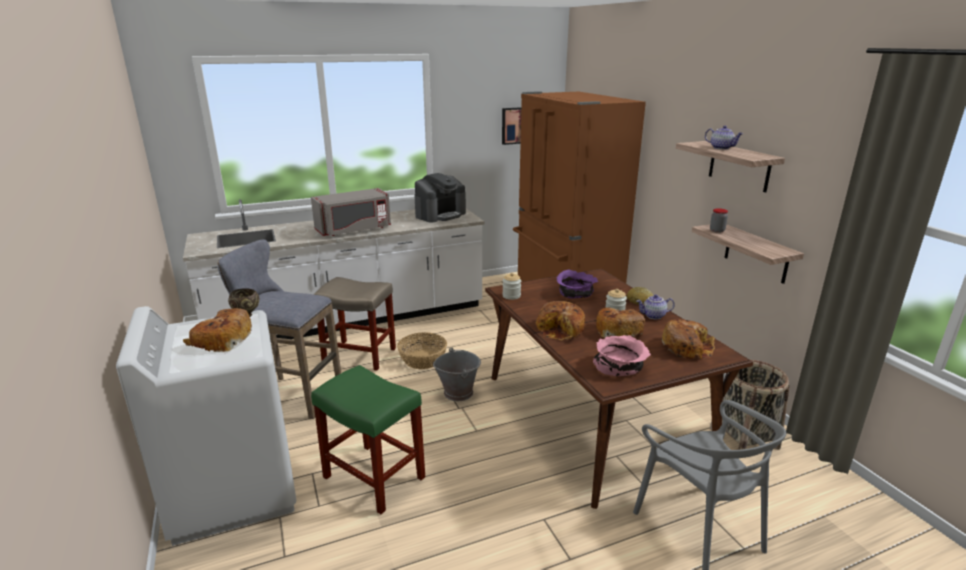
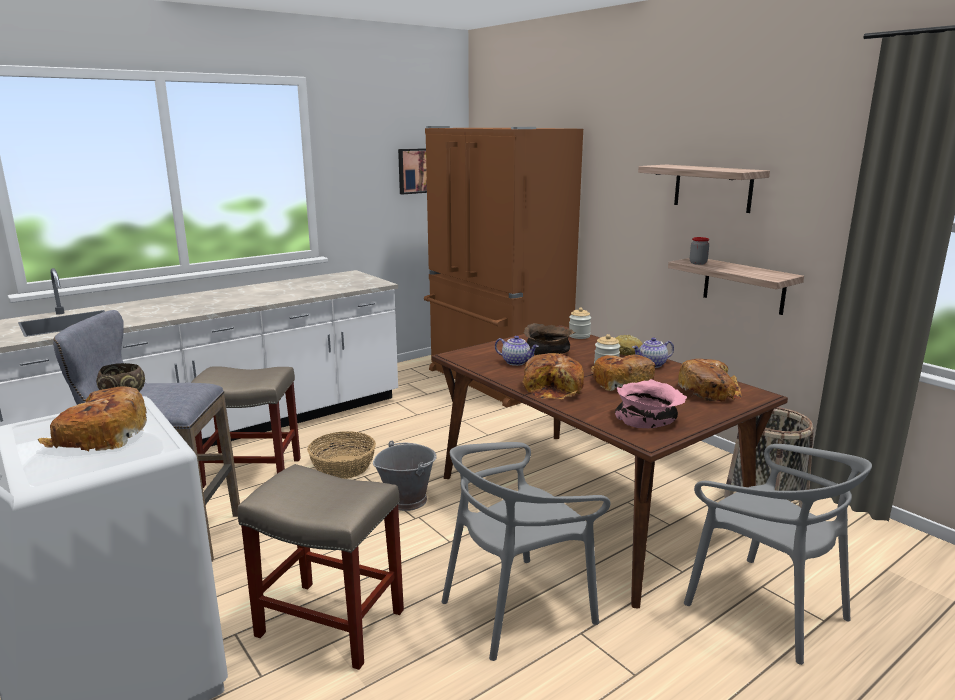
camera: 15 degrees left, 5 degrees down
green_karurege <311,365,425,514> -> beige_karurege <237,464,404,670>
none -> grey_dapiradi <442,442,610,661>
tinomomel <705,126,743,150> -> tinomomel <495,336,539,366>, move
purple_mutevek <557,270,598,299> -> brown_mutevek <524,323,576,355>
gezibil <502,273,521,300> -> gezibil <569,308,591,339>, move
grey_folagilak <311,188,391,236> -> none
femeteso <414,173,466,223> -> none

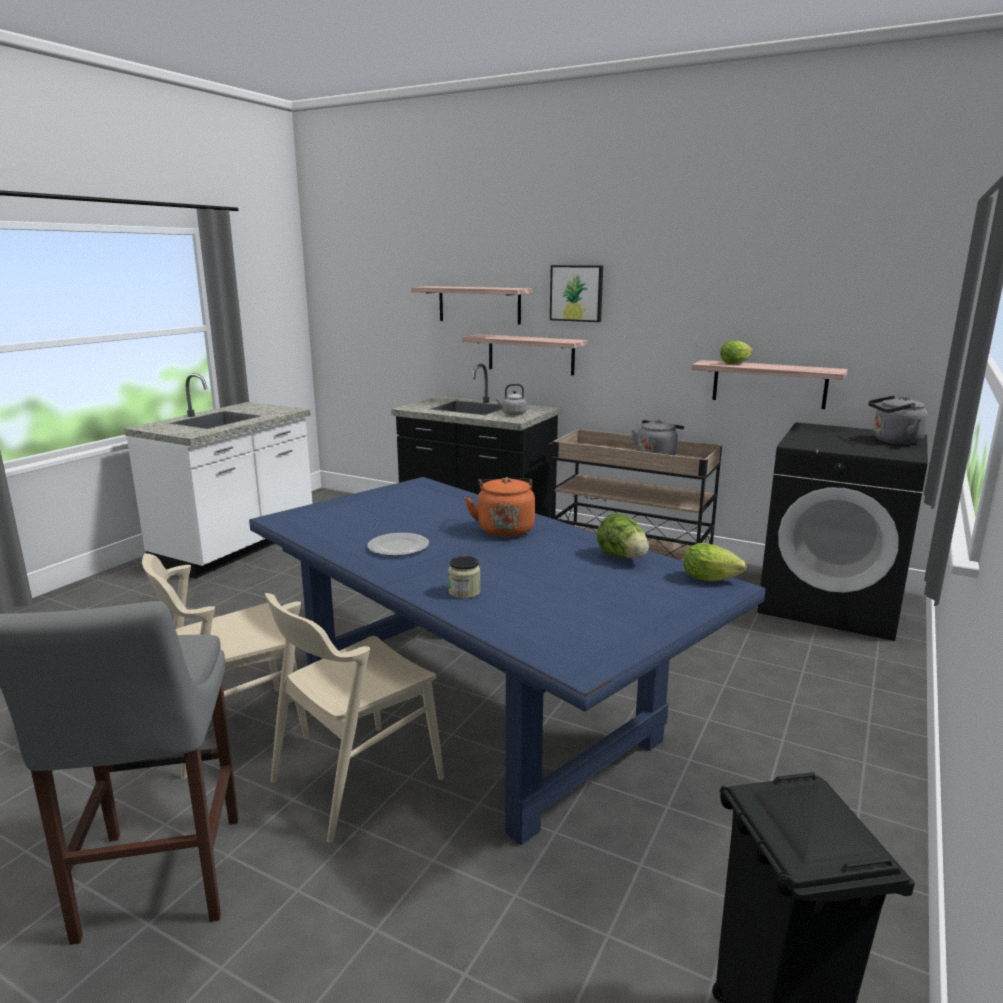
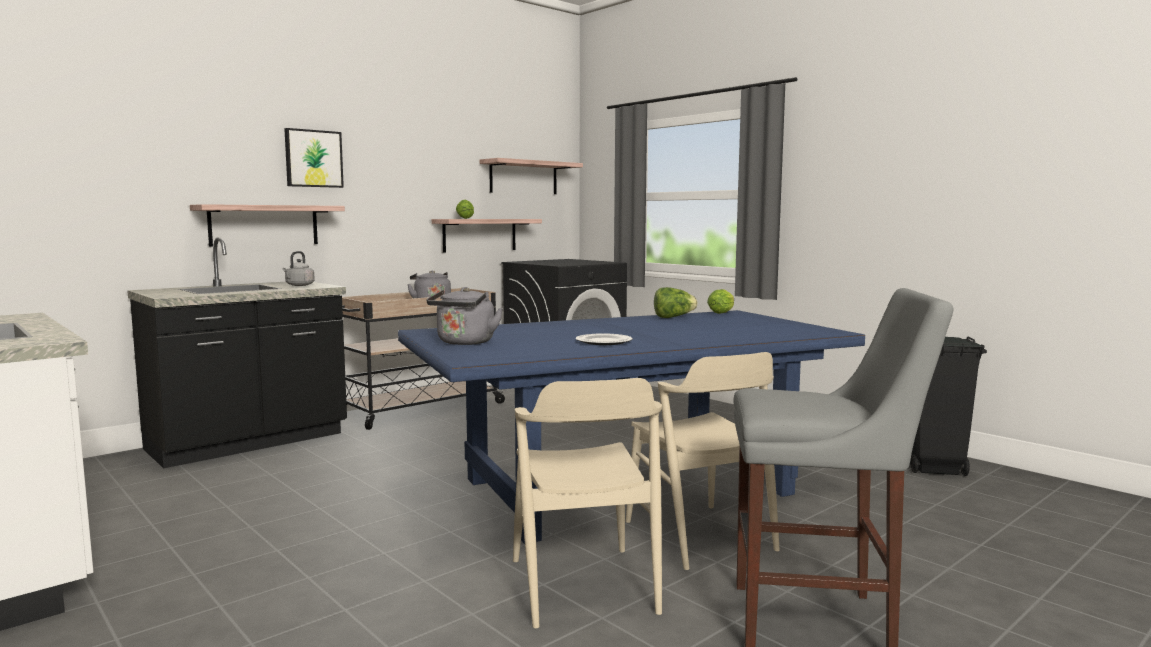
camera: 70 degrees left, 10 degrees down
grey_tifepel <868,396,928,444> -> grey_tifepel <427,287,503,345>, move
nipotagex <411,286,533,324> -> nipotagex <480,158,583,194>, move
gezibil <448,556,481,599> -> none
orange_tifepel <465,477,535,537> -> none

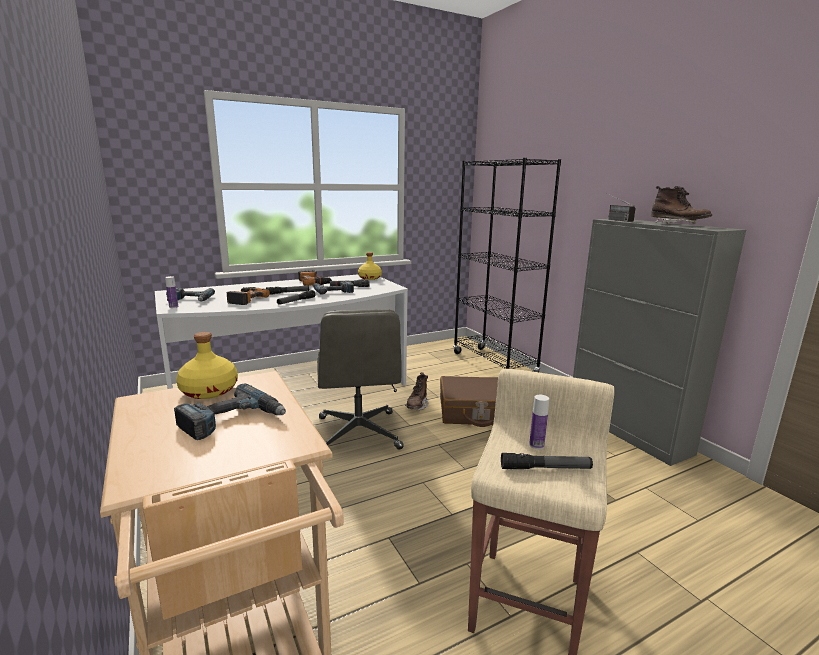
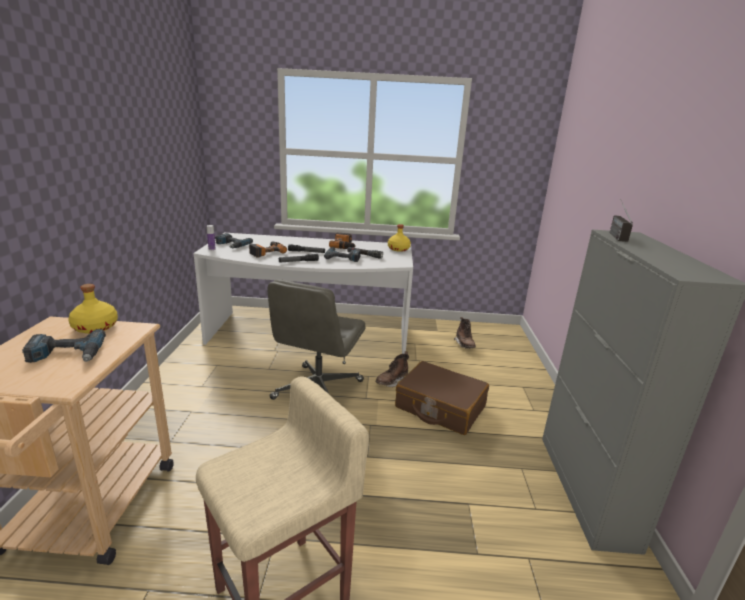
camera: 30 degrees right, 5 degrees up
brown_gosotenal <651,186,712,224> -> brown_gosotenal <454,317,476,349>, move
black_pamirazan <453,158,561,372> -> none
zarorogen <501,453,593,469> -> none
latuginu <529,395,549,449> -> none

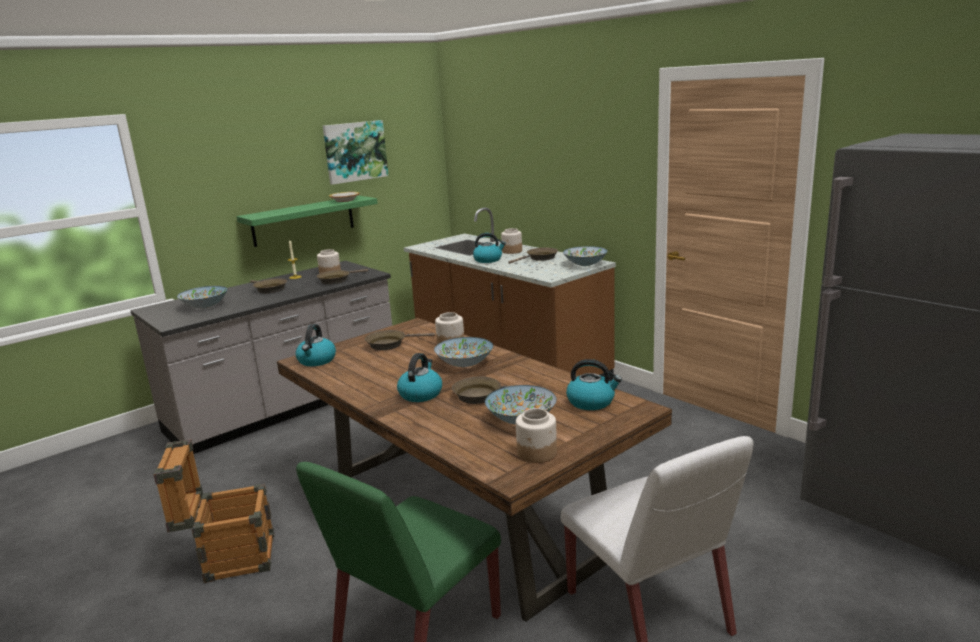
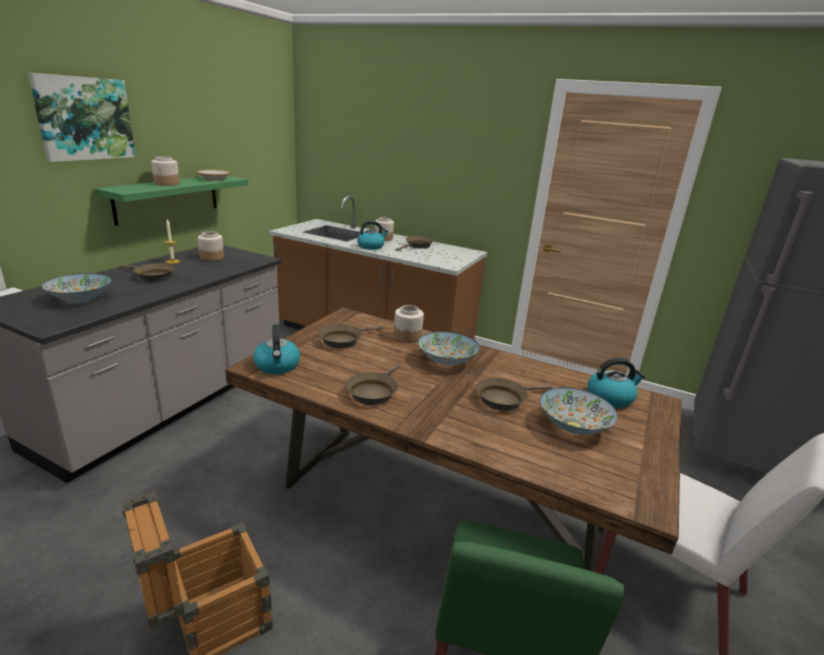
camera: 25 degrees left, 5 degrees up
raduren <323,120,388,185> -> raduren <28,72,136,162>, move
gezibil <516,408,557,463> -> gezibil <151,157,180,186>, move
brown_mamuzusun <317,269,368,284> -> brown_mamuzusun <346,363,401,405>, move
tifepel <397,353,442,402> -> none
mutevek <563,246,608,266> -> none

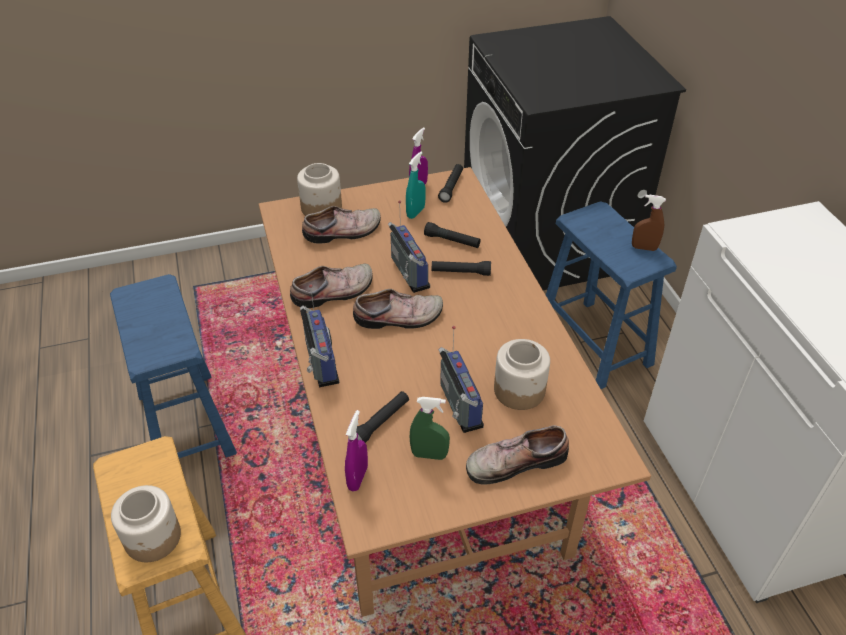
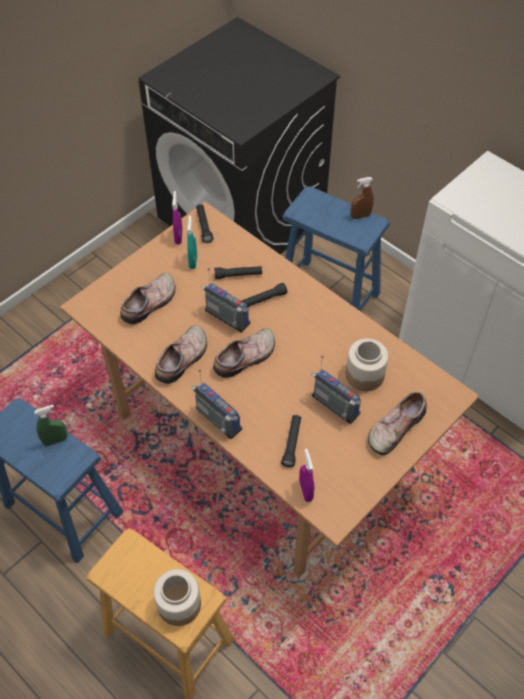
camera: 30 degrees left, 10 degrees up
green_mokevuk <410,397,450,460> -> green_mokevuk <34,405,67,446>, move
gezibil <297,163,342,216> -> none

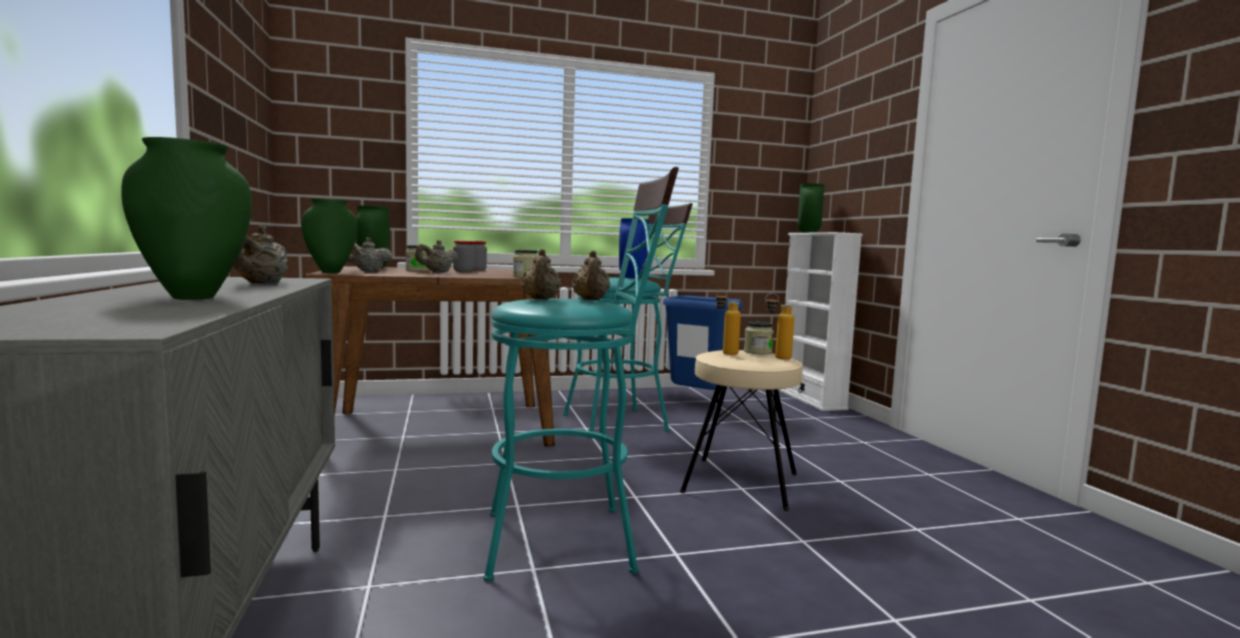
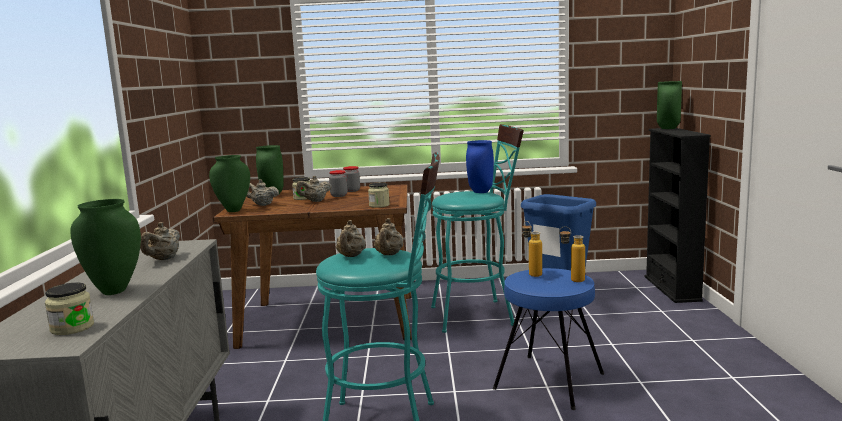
camera: 15 degrees right, 5 degrees up
gezibil <744,321,773,354> -> gezibil <45,283,94,335>, move
beige_karurege <680,350,803,511> -> blue_karurege <493,268,604,410>
white_pamirazan <778,232,863,411> -> black_pamirazan <644,128,711,303>

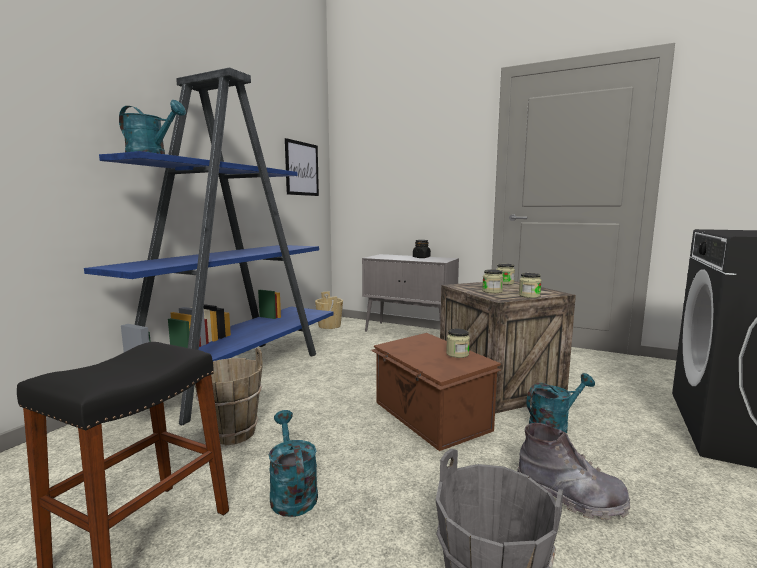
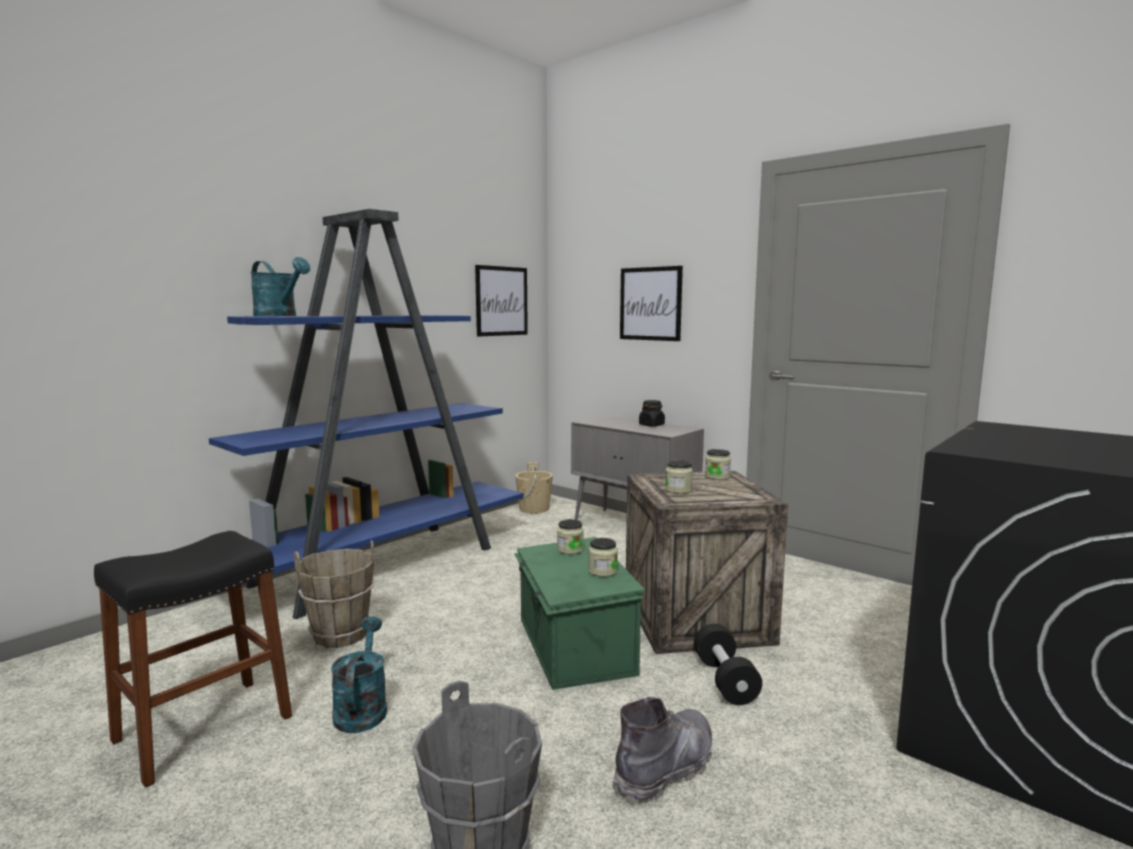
camera: 15 degrees right, 0 degrees up
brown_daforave <371,333,501,451> -> green_daforave <514,537,645,690>
gezibil <519,273,542,298> -> gezibil <557,519,584,554>, move
grey_gosotenal <517,423,630,520> -> grey_gosotenal <612,697,712,804>, 90 degrees counterclockwise
none -> raduren <620,266,683,341>
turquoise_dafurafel <526,373,595,433> -> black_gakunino <694,624,762,705>

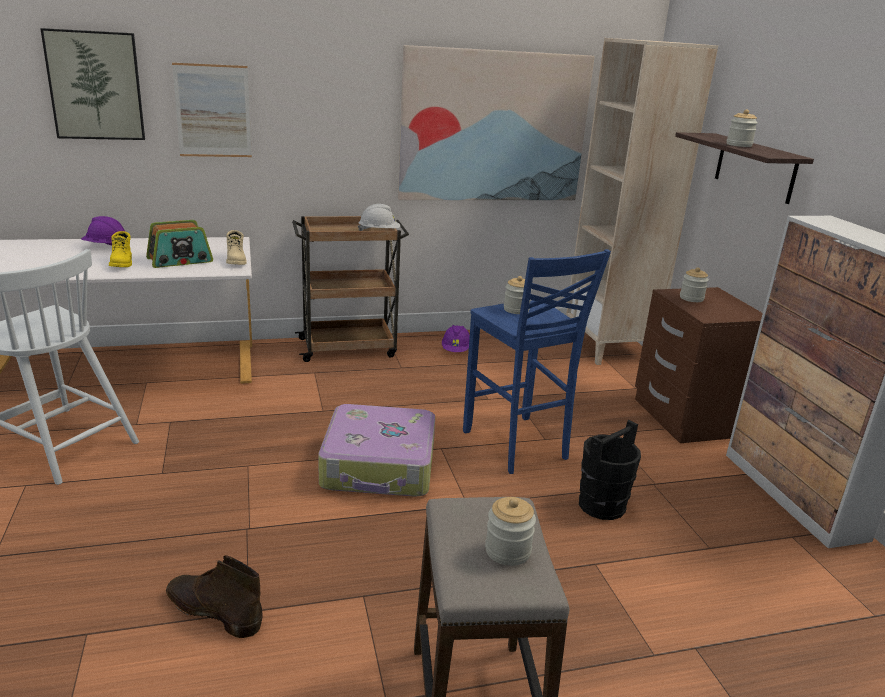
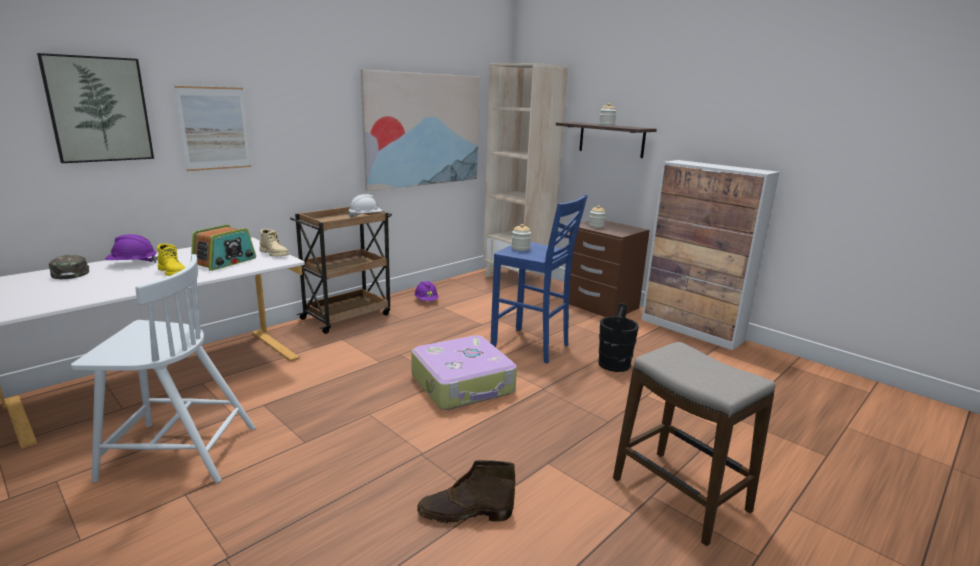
camera: 30 degrees left, 5 degrees down
none -> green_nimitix <49,255,89,279>
gezibil <485,497,536,566> -> none

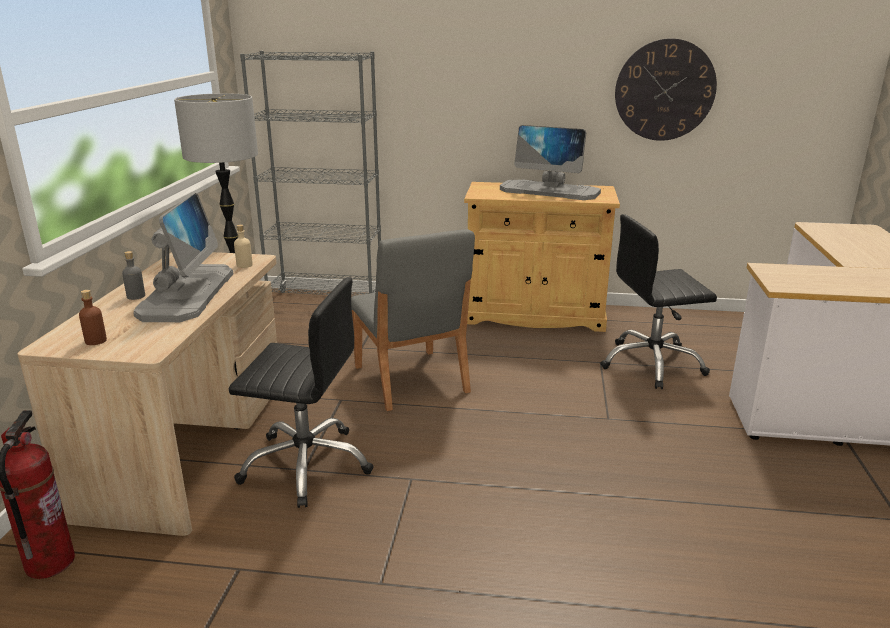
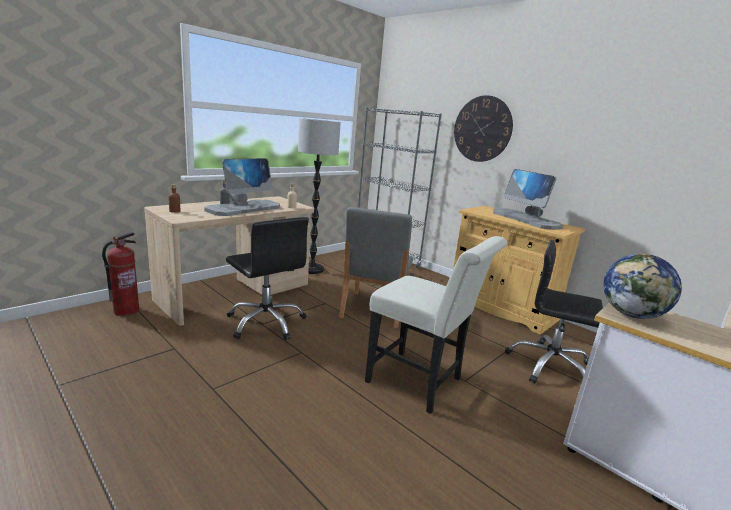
camera: 35 degrees right, 5 degrees down
none -> white_dapiradi <365,236,507,414>
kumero <615,38,717,141> -> kumero <454,95,513,162>, move
none -> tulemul <603,254,682,319>

